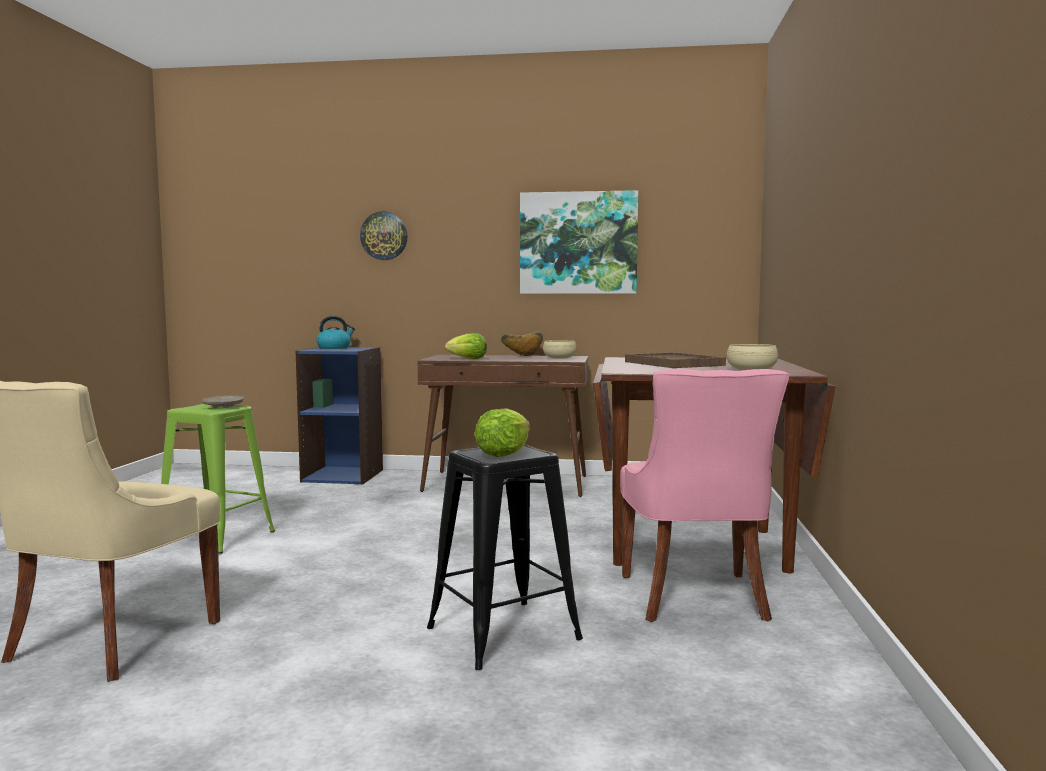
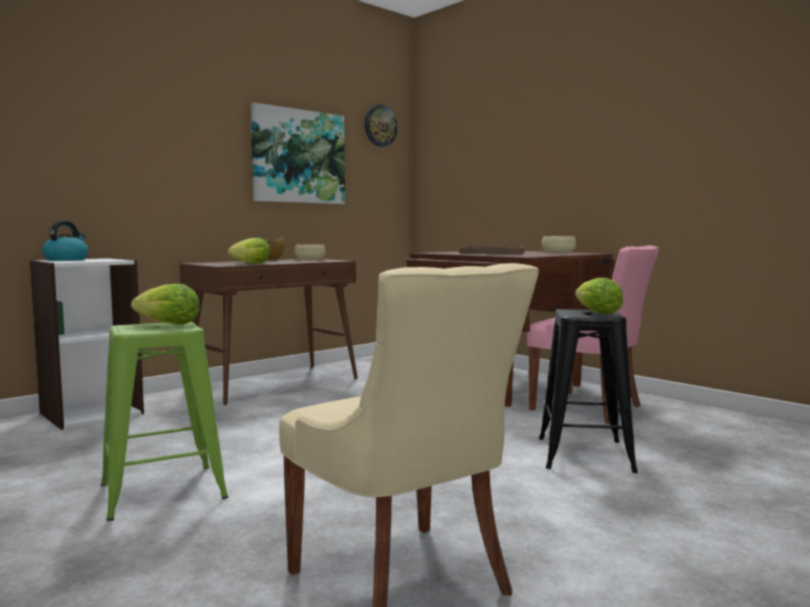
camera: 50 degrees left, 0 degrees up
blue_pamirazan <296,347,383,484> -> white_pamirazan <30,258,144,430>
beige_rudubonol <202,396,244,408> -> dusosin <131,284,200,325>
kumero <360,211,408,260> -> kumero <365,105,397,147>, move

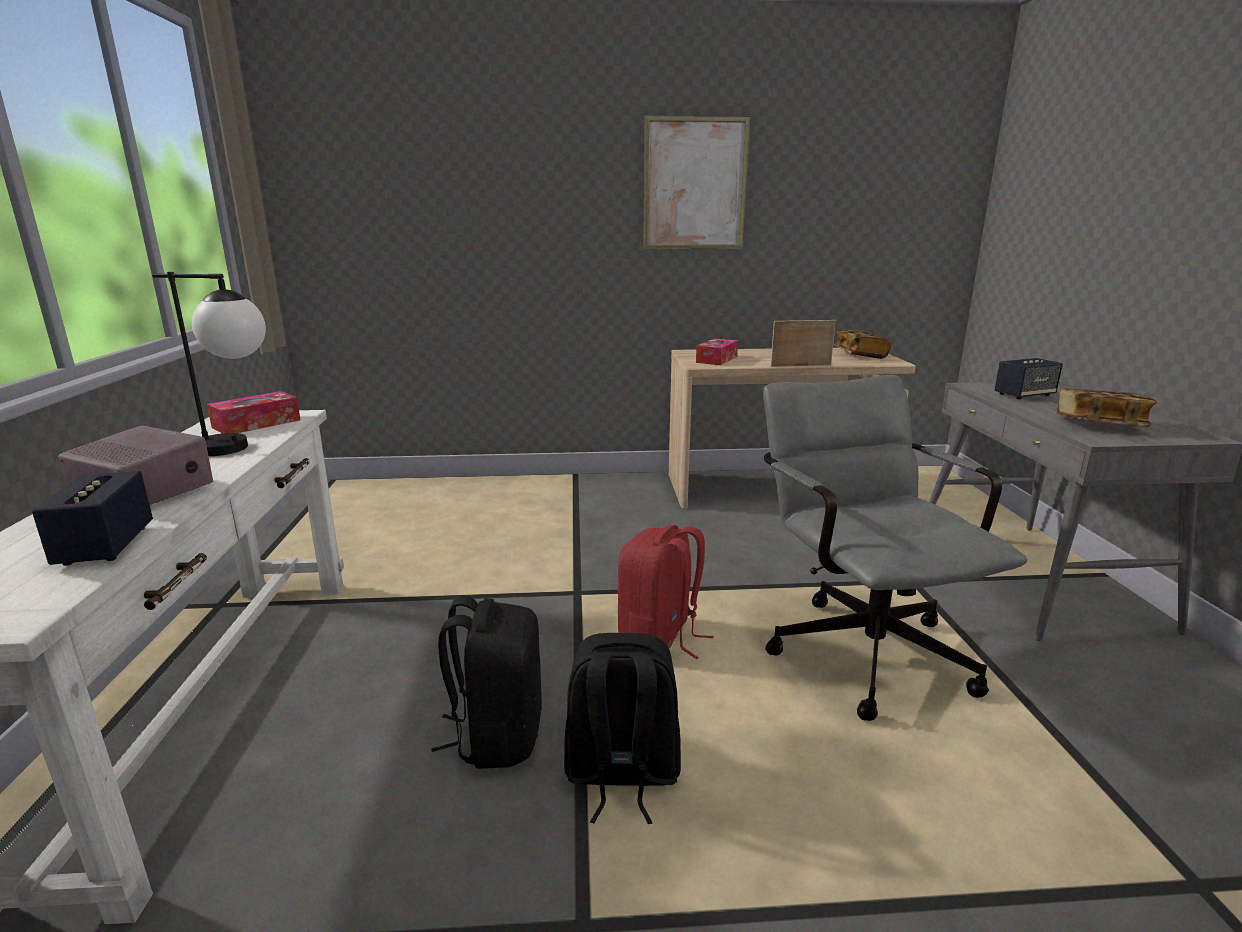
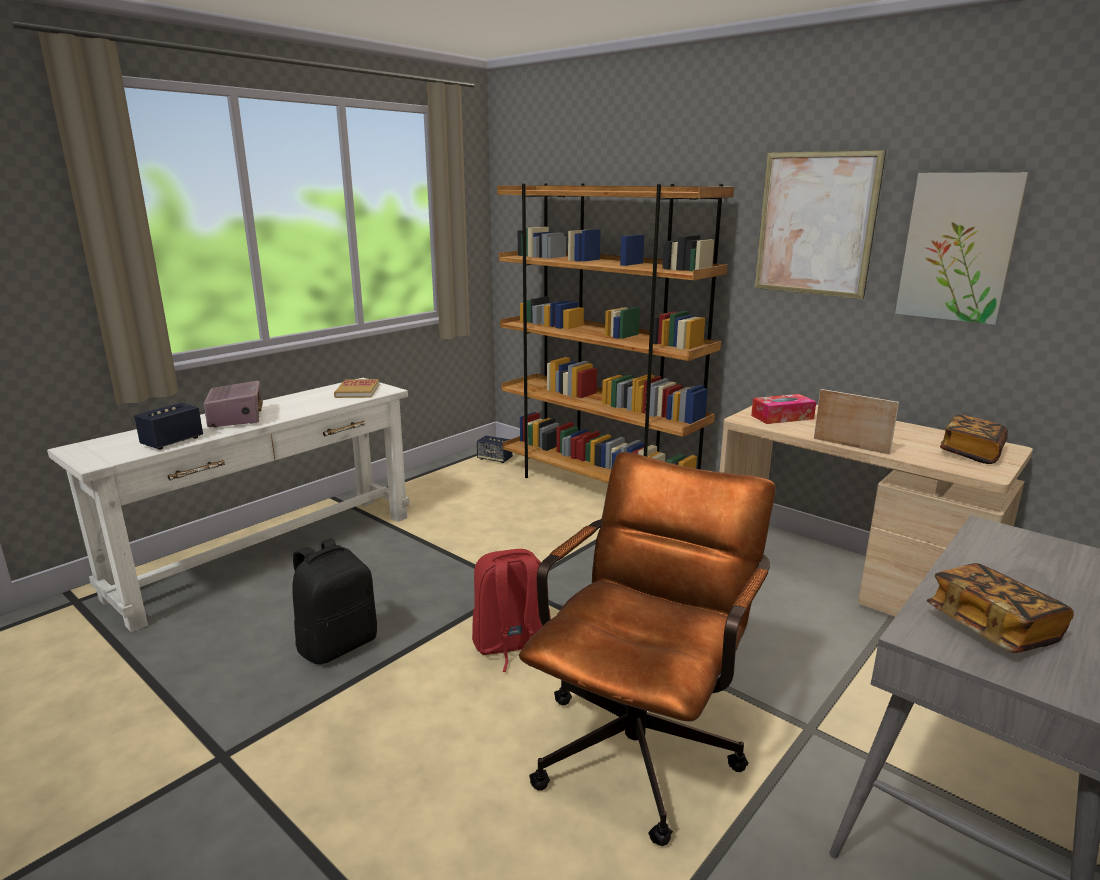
camera: 45 degrees right, 0 degrees up
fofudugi <207,391,300,433> -> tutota <334,379,379,398>
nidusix <994,358,1063,399> -> nidusix <477,435,513,463>, move
none -> brown_pamirazan <497,183,734,483>
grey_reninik <763,375,1027,721> -> brown_reninik <519,452,776,846>
none -> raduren <895,172,1029,325>
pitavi <152,272,266,456> -> none
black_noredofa <564,633,681,824> -> none

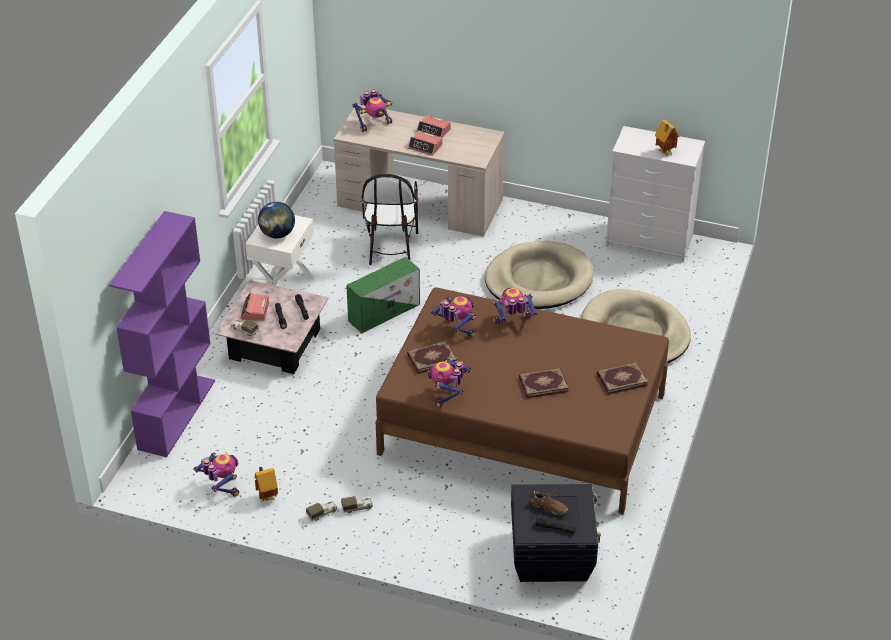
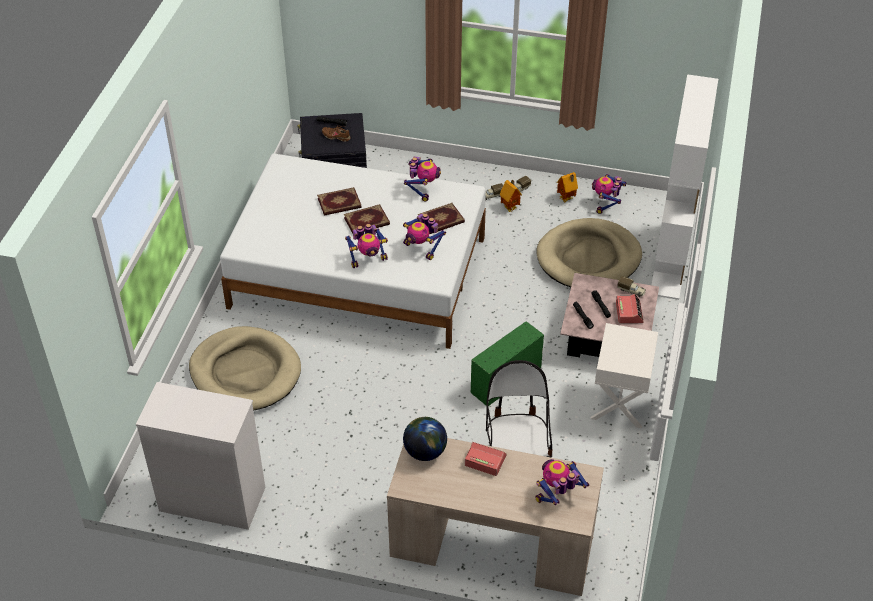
camera: 175 degrees right, 5 degrees up
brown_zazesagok <376,287,669,515> -> white_zazesagok <220,154,486,349>
tutota <597,362,649,394> -> tutota <344,204,390,234>, move
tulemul <258,202,295,239> -> tulemul <403,417,447,461>, move
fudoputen <655,120,679,156> -> fudoputen <499,180,522,212>, move
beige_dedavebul <485,241,593,309> -> beige_dedavebul <537,218,642,287>, move
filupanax <194,453,239,497> -> filupanax <592,174,626,214>, 60 degrees clockwise
purple_pamirazan <109,211,215,457> -> white_pamirazan <652,74,718,300>
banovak <417,115,451,138> -> none

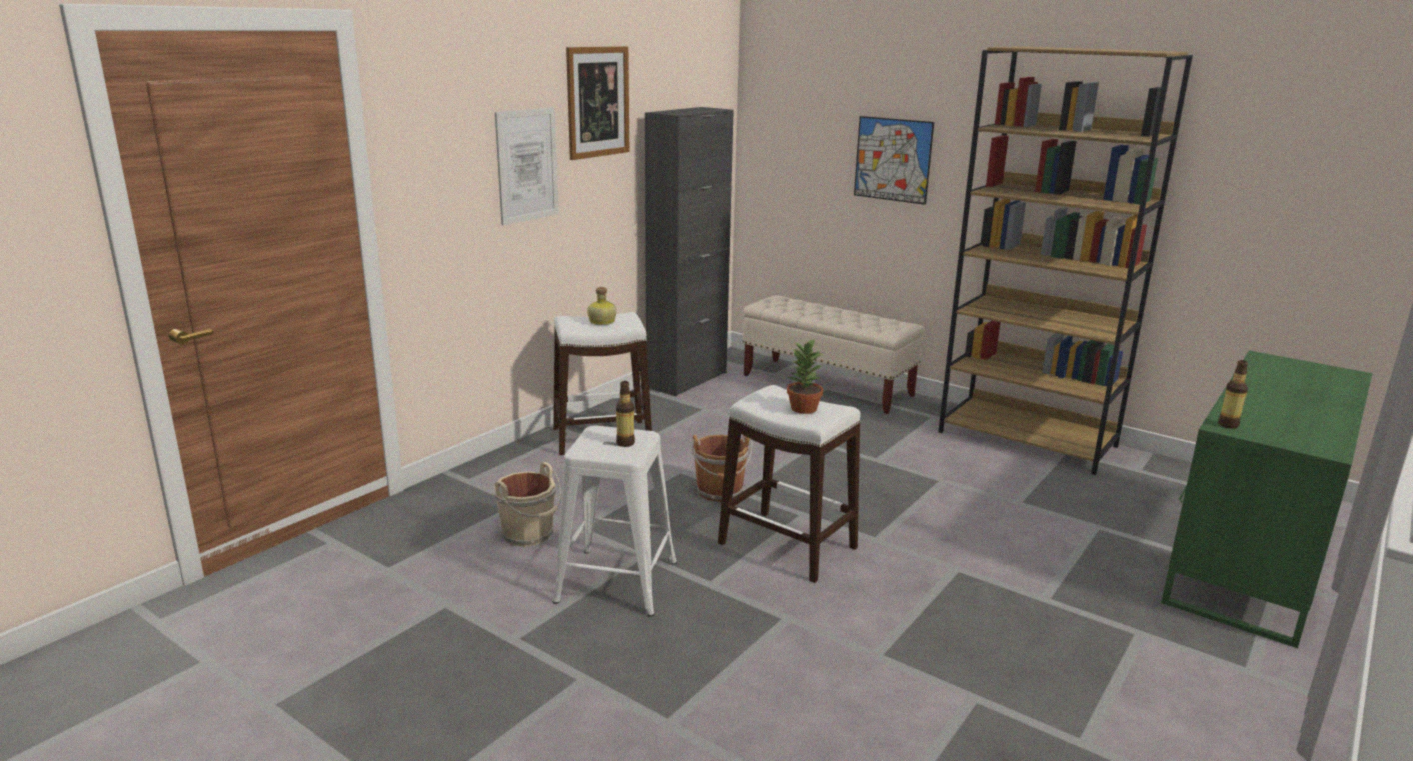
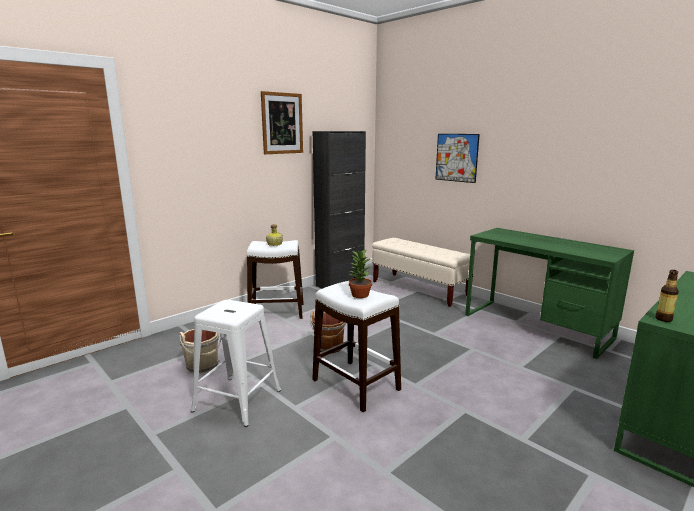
camera: 10 degrees right, 5 degrees down
brown_pamirazan <938,46,1193,475> -> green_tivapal <465,228,634,359>
raduren <495,107,559,225> -> none
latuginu <616,381,635,447> -> none

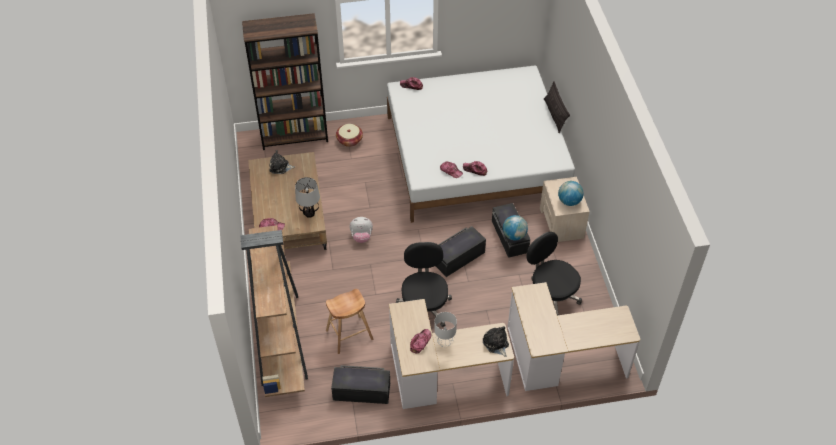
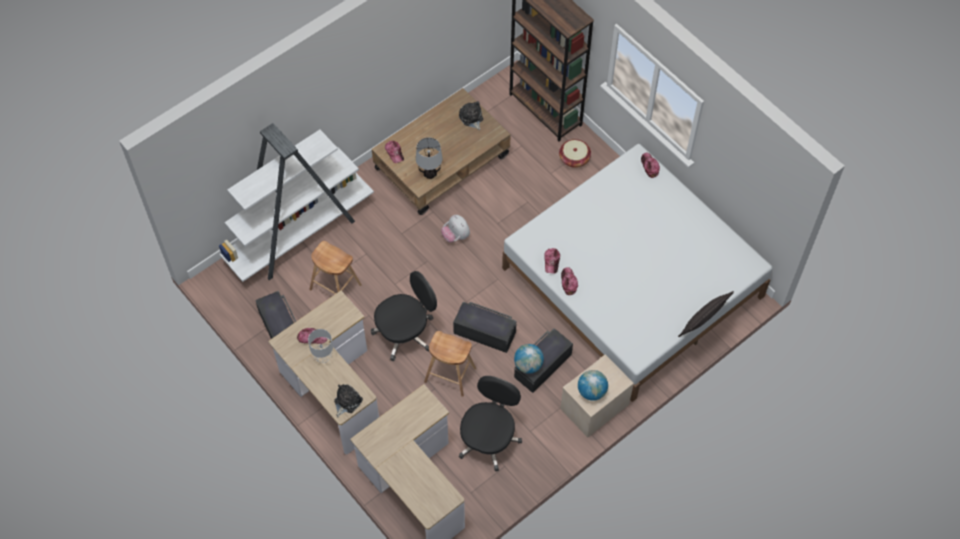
camera: 60 degrees right, 10 degrees up
brown_pamirazan <240,225,308,397> -> white_pamirazan <219,123,374,282>
none -> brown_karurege <424,331,476,397>

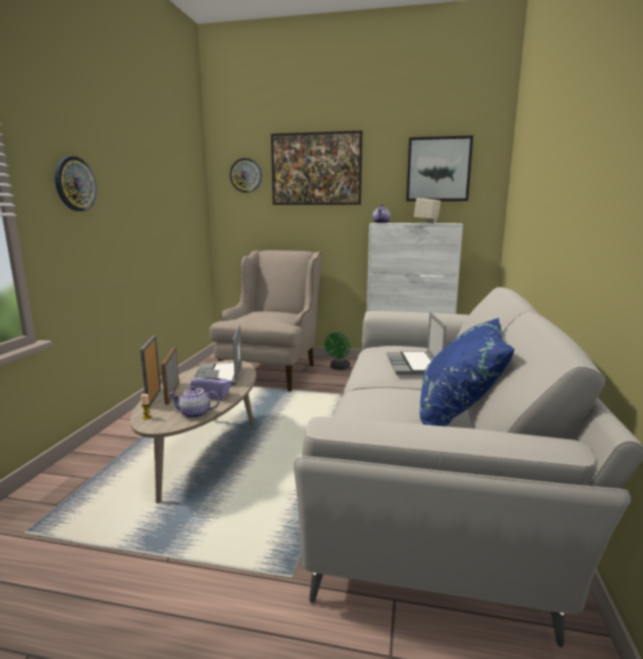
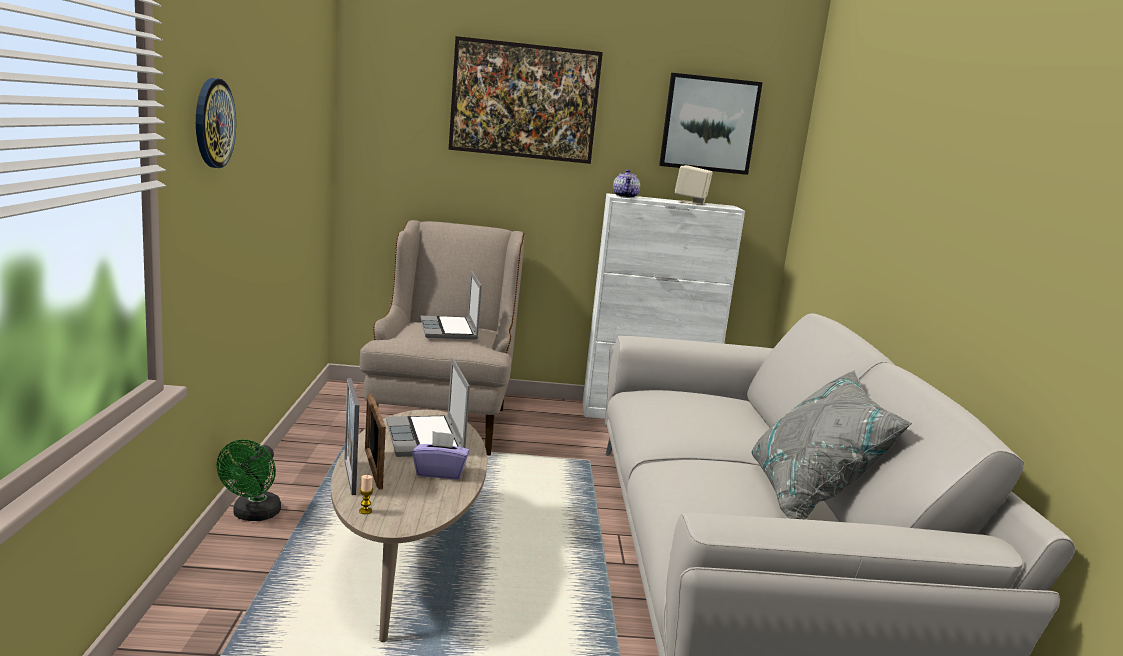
camera: 15 degrees left, 0 degrees up
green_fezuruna <325,332,350,370> -> green_fezuruna <217,439,281,521>, move
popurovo <387,312,446,375> -> popurovo <420,271,482,340>, move
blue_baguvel <420,318,515,426> -> grey_baguvel <751,370,912,519>
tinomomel <169,386,220,418> -> none
kumero <230,158,262,193> -> none

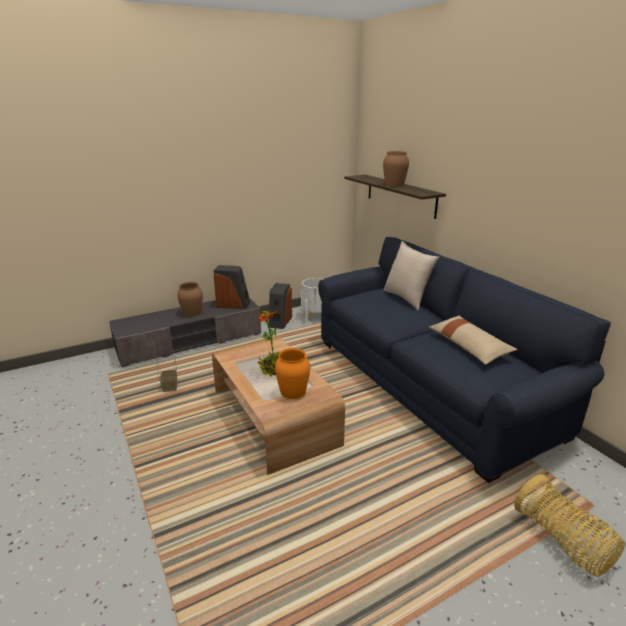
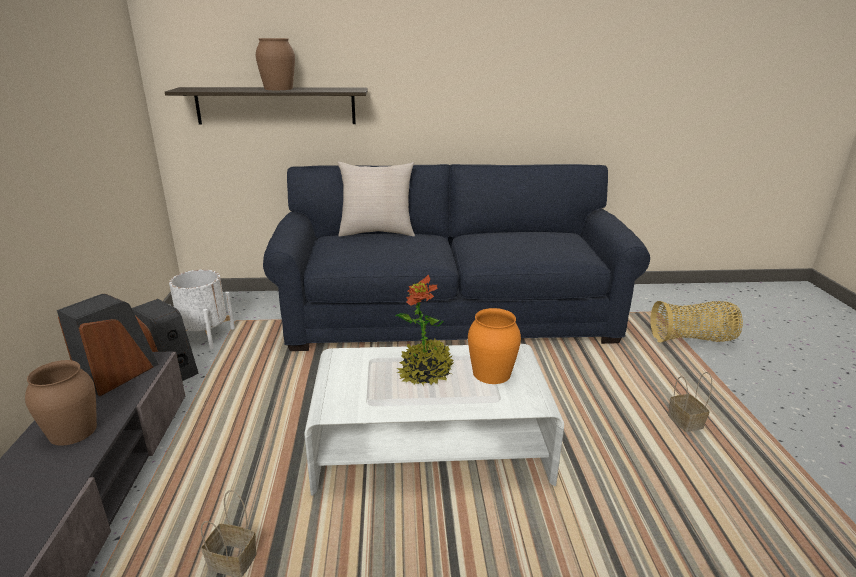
camera: 65 degrees left, 0 degrees up
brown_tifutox <212,337,345,475> -> white_tifutox <304,344,564,496>
none -> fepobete <668,372,712,432>
beige_baguvel <429,315,518,365> -> none

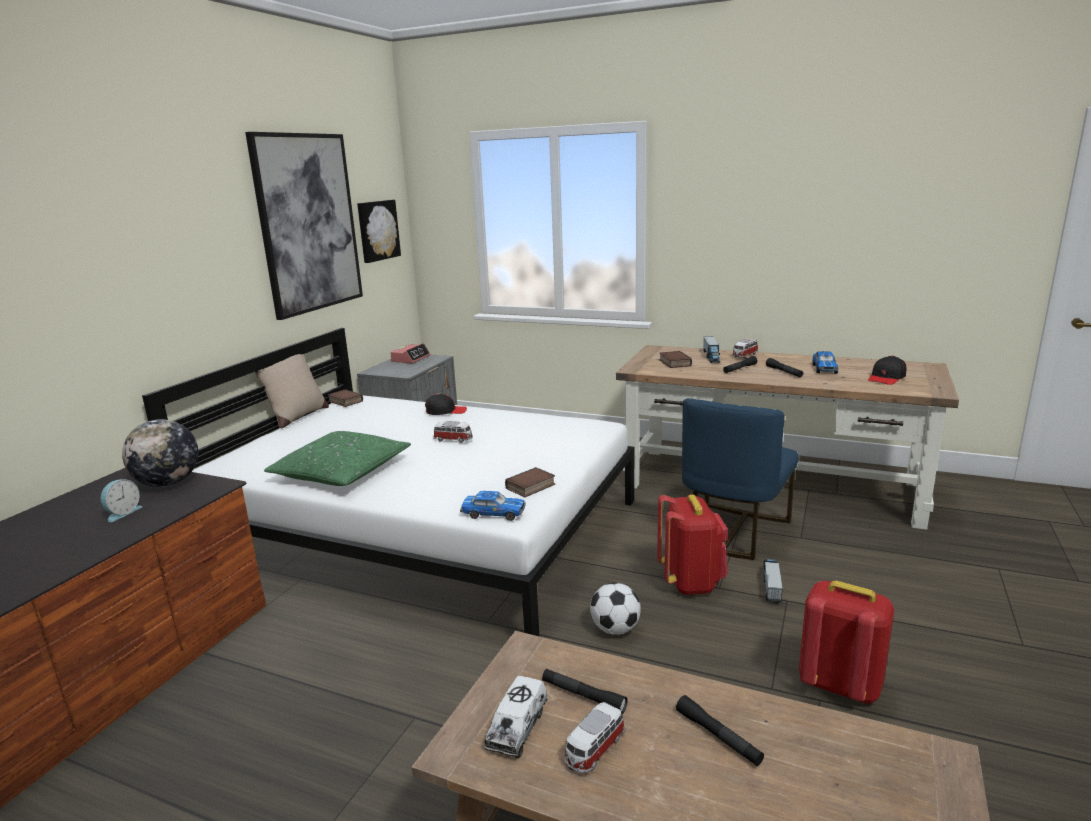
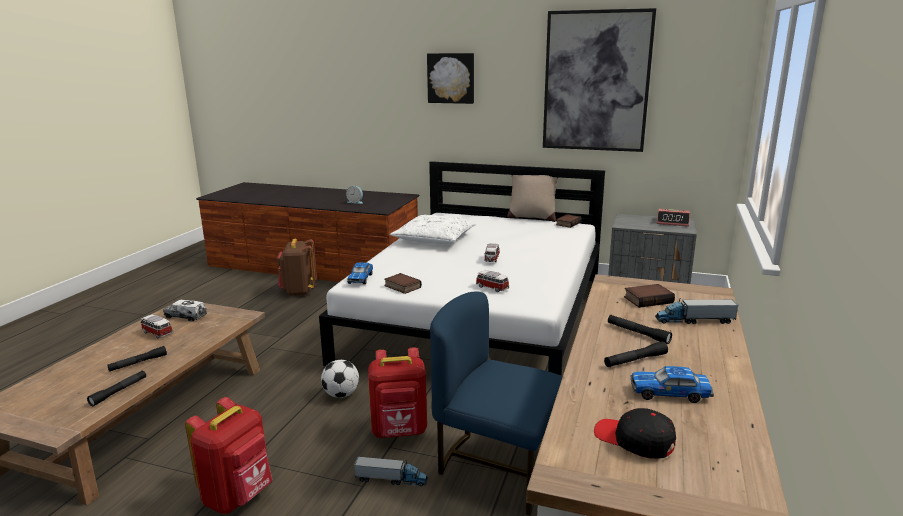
camera: 85 degrees right, 0 degrees up
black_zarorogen <542,669,628,715> -> black_zarorogen <87,371,146,406>, move
none -> brown_noredofa <277,239,317,296>
green_baguvel <264,431,411,486> -> white_baguvel <390,215,476,244>
raduren <357,200,401,263> -> raduren <427,53,474,104>, move
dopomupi <732,339,758,359> -> dopomupi <476,270,509,292>, move
tulemul <122,419,198,487> -> none
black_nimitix <425,394,467,415> -> none

